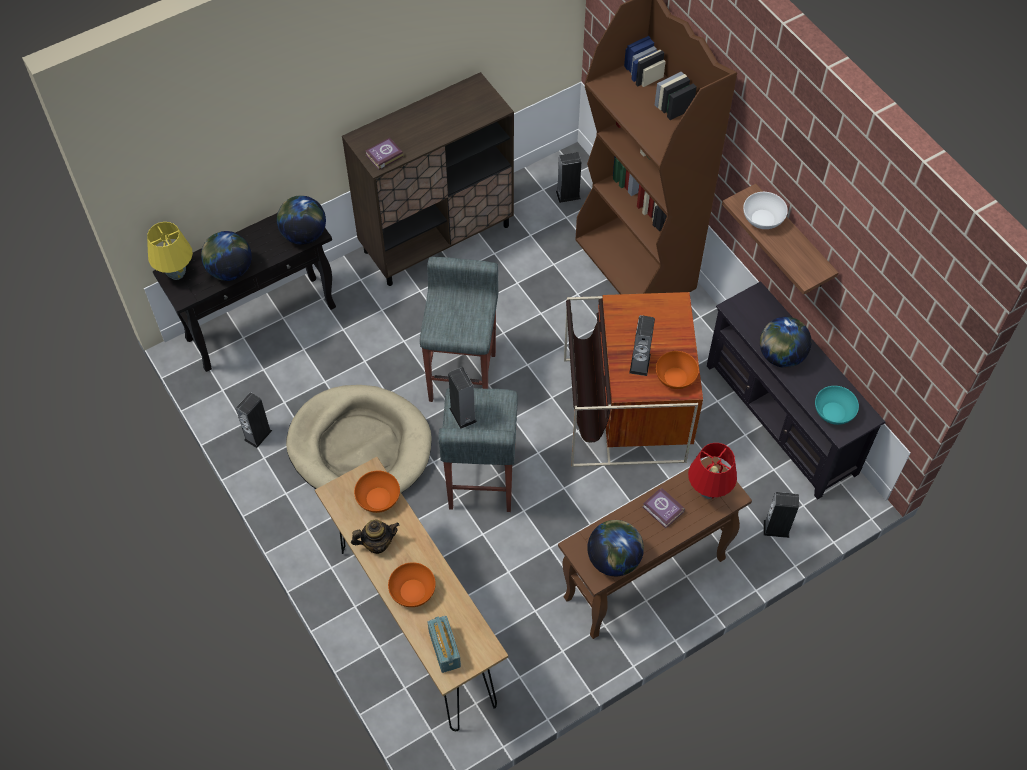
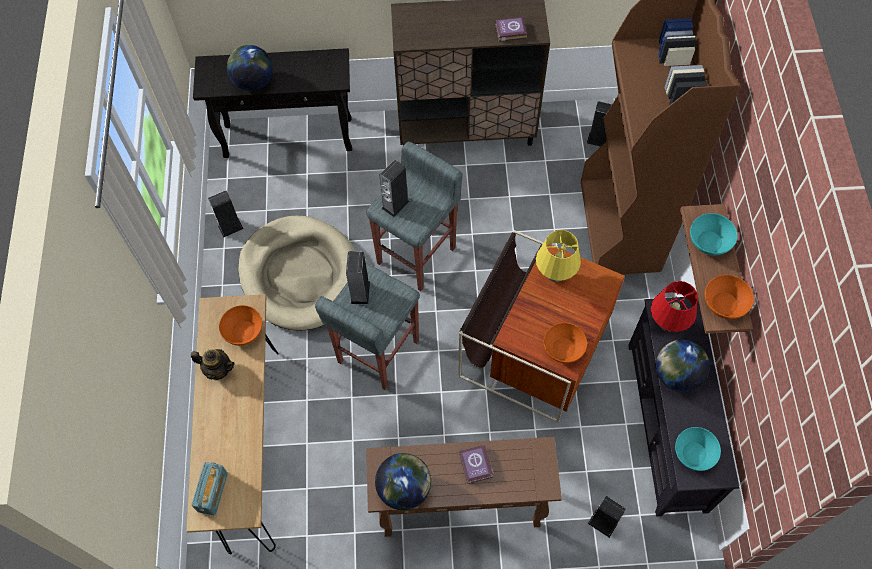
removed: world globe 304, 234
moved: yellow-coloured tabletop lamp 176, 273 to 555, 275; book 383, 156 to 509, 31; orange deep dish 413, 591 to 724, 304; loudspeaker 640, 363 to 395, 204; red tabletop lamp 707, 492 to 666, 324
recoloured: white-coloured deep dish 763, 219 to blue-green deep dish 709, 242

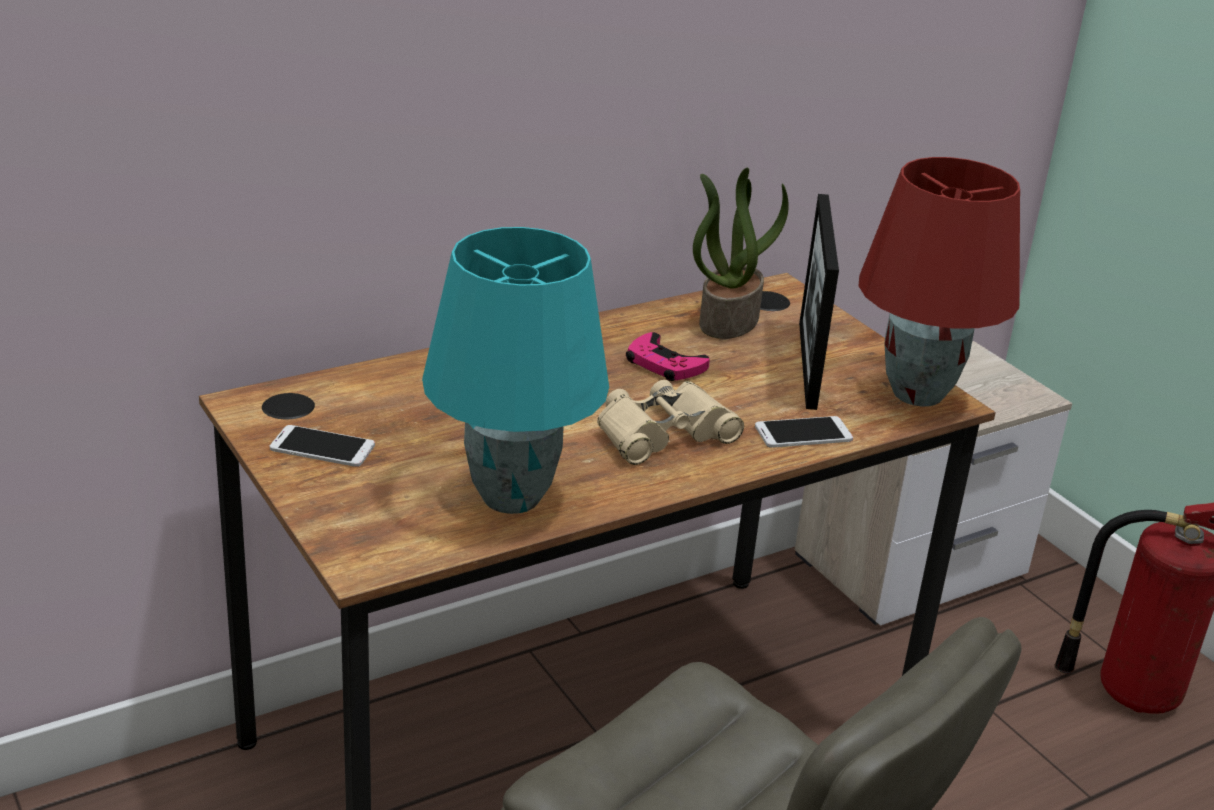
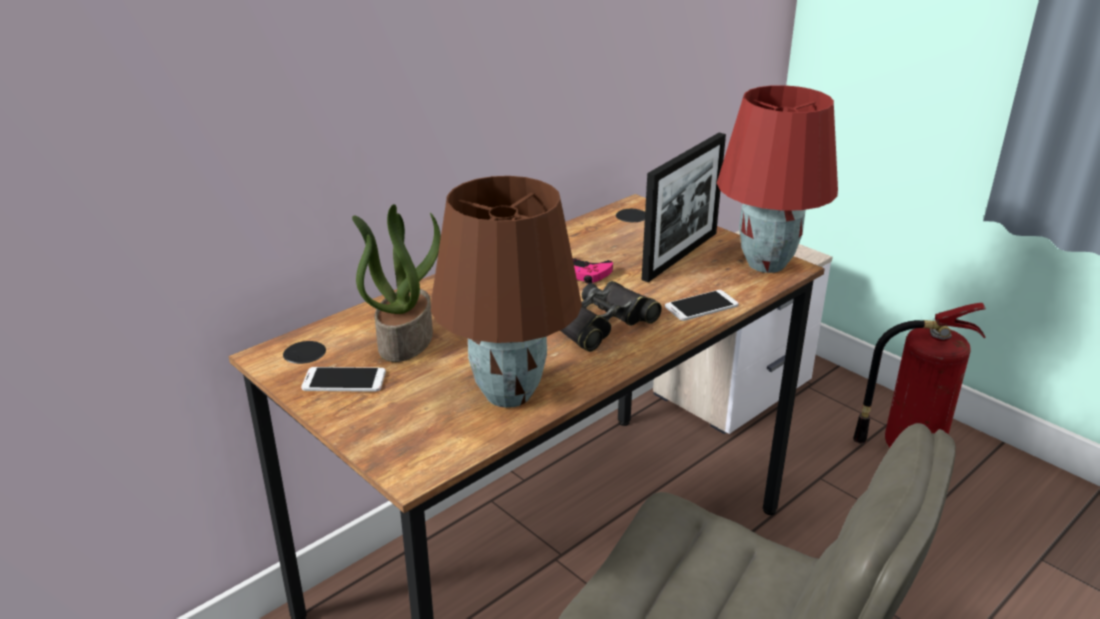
moved: plant in a pot 728, 319 to 404, 340
recoloured: blue-green tabletop lamp 509, 498 to brown-coloured tabletop lamp 507, 395; beige-coloured pair of binoculars 663, 433 to black-coloured pair of binoculars 601, 324
turned: photo frame 807, 364 = 680, 255 135 degrees counterclockwise

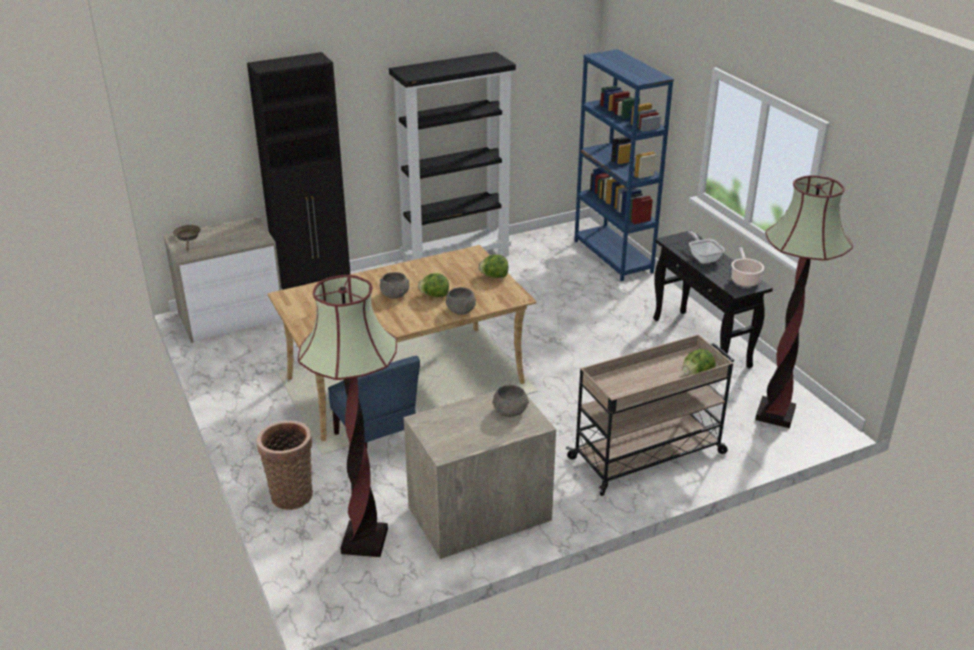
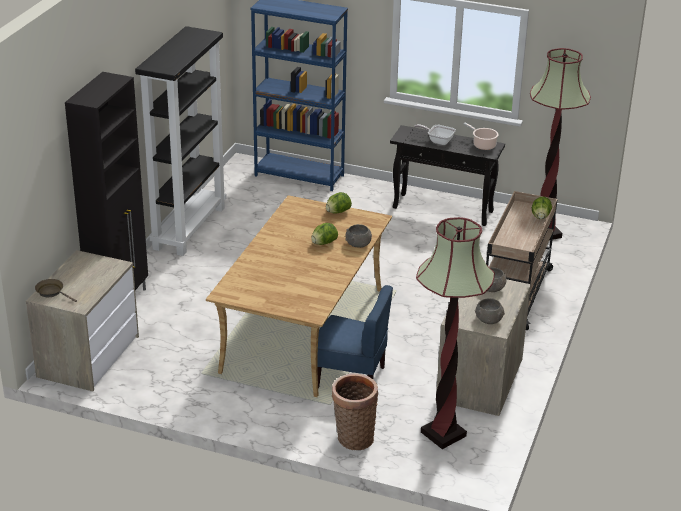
moved: gray deep dish 395, 294 to 488, 319

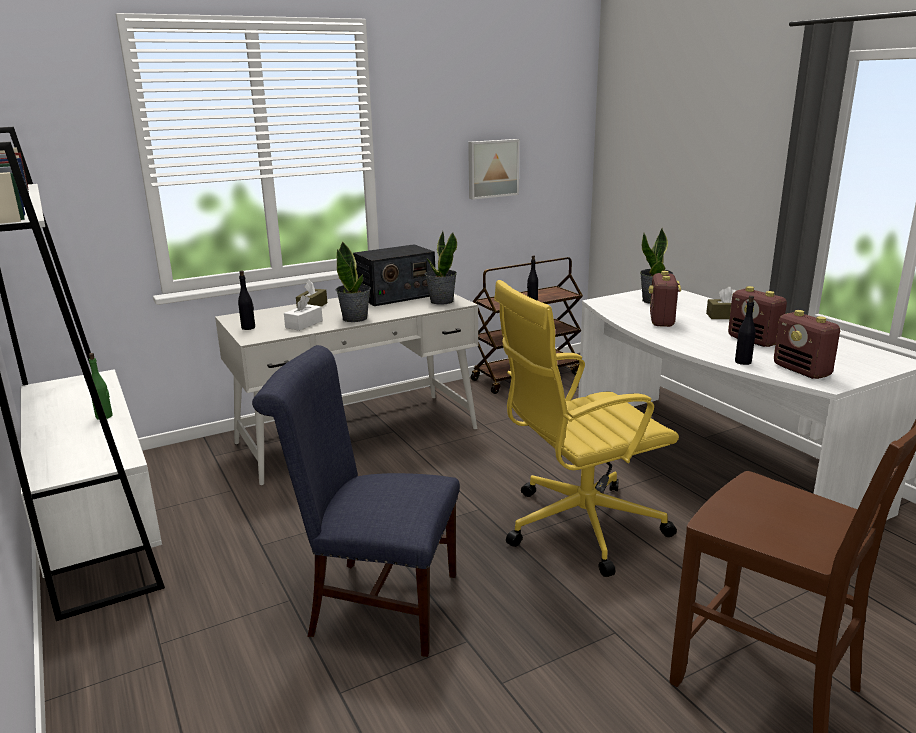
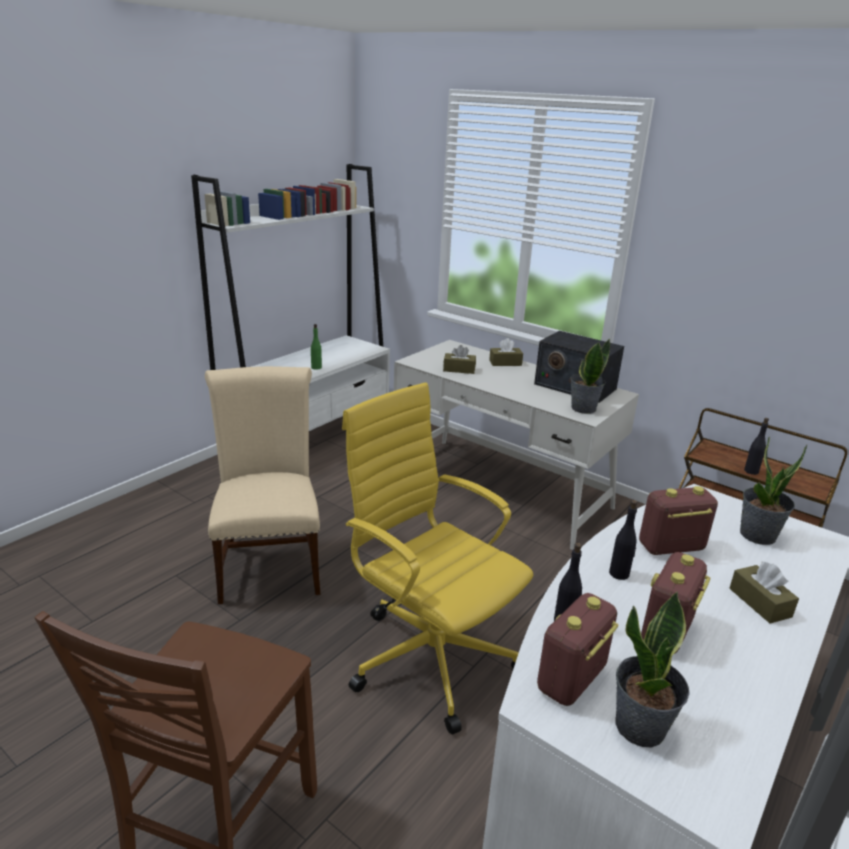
removed: wall picture 492, 168
moved: black-coloured beverage bottle 248, 328 to 619, 574; plant in a pot 355, 318 to 641, 727
recoloured: blue plain chair 375, 603 to beige-coloured plain chair 269, 564; white-coloured tissue holder 304, 324 to brown-coloured tissue holder 459, 369

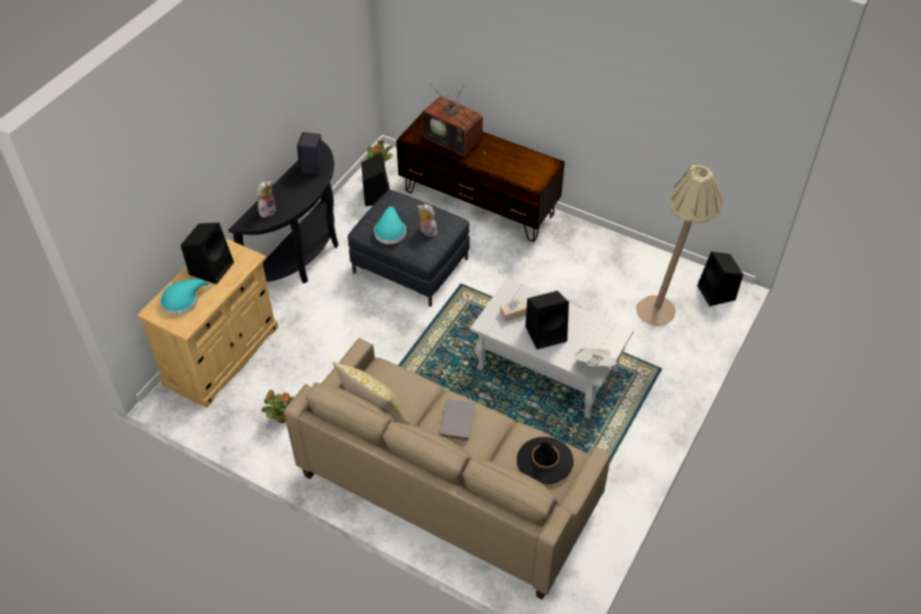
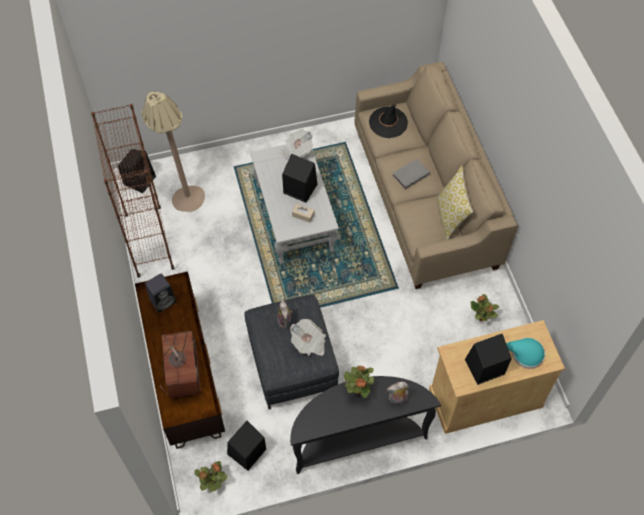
added: brown-coloured bookshelf 149, 242; plant in a pot 358, 388
moved: black-coloured loudspeaker 312, 168 to 163, 300
replaced: blue-green clothing hat 390, 231 to printed paper 309, 343

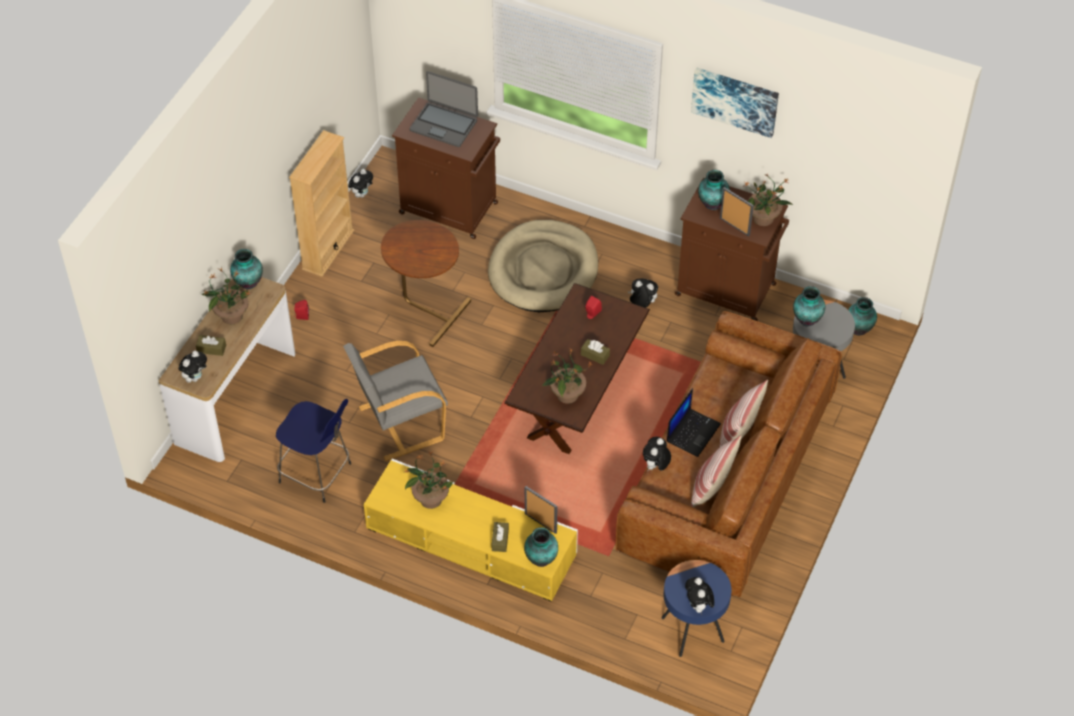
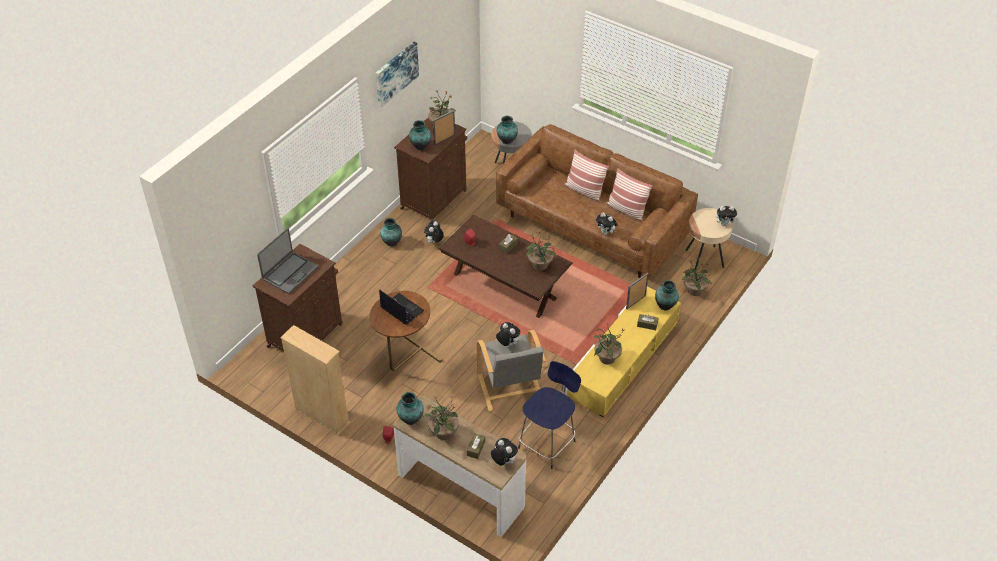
removed: beige-coloured pet bed 543, 270
added: plant in a pot 694, 291
moved: cuddly toy 362, 194 to 507, 344; portable computer 693, 432 to 401, 309; flower vase 859, 328 to 391, 242
recoloured: blue accent table 692, 630 to beige-coloured accent table 704, 259

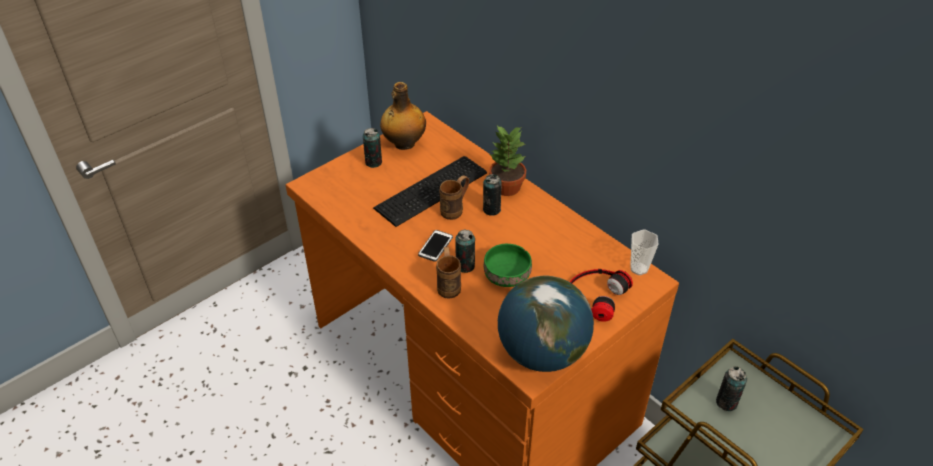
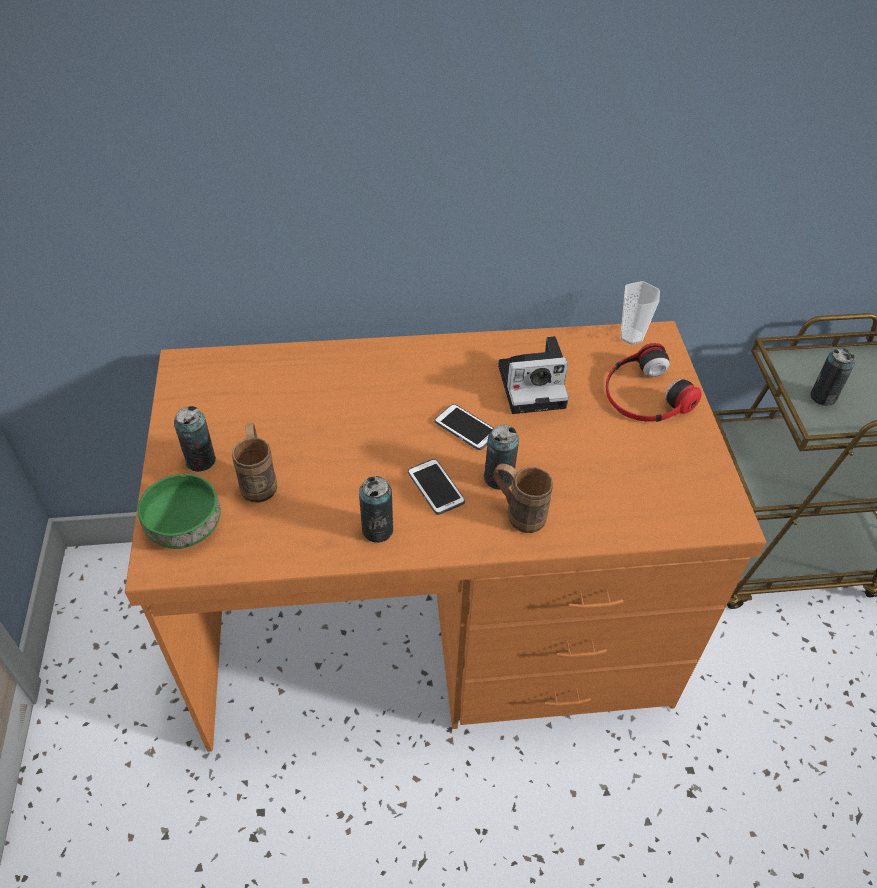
removed: PC keyboard 433, 191; beverage bottle 404, 144; plant in a pot 506, 187; world globe 542, 353
added: telephone 466, 428; still camera 534, 385
moved: brown-coloured coffee mug 455, 209 to 259, 480; can 491, 209 to 377, 530; green deep dish 505, 275 to 183, 526

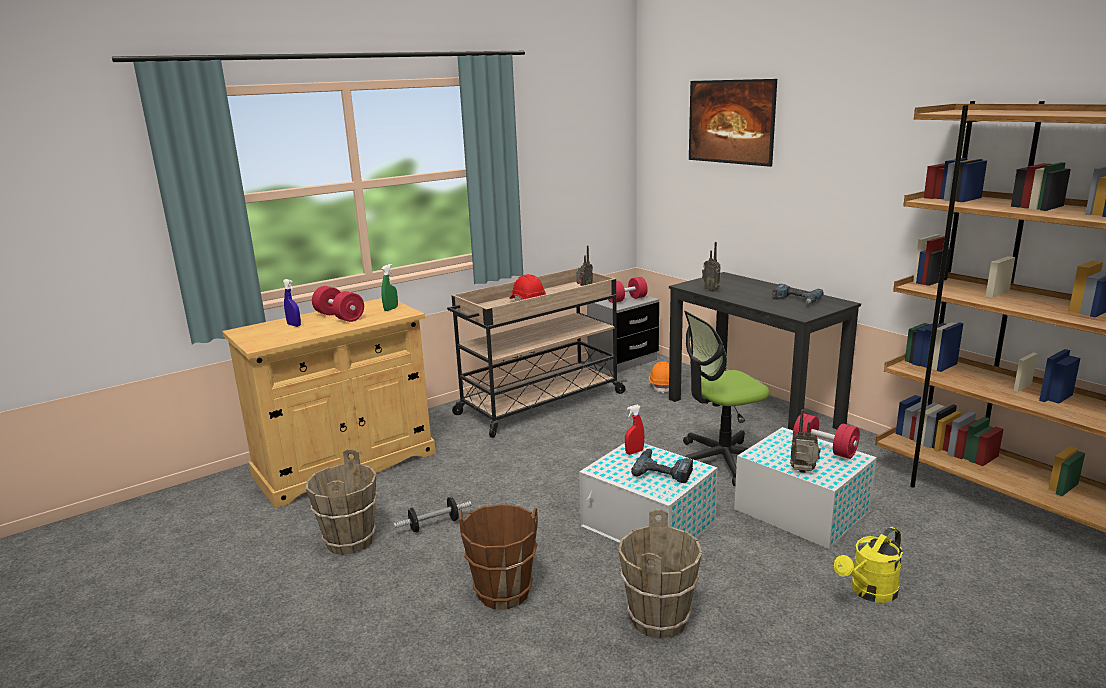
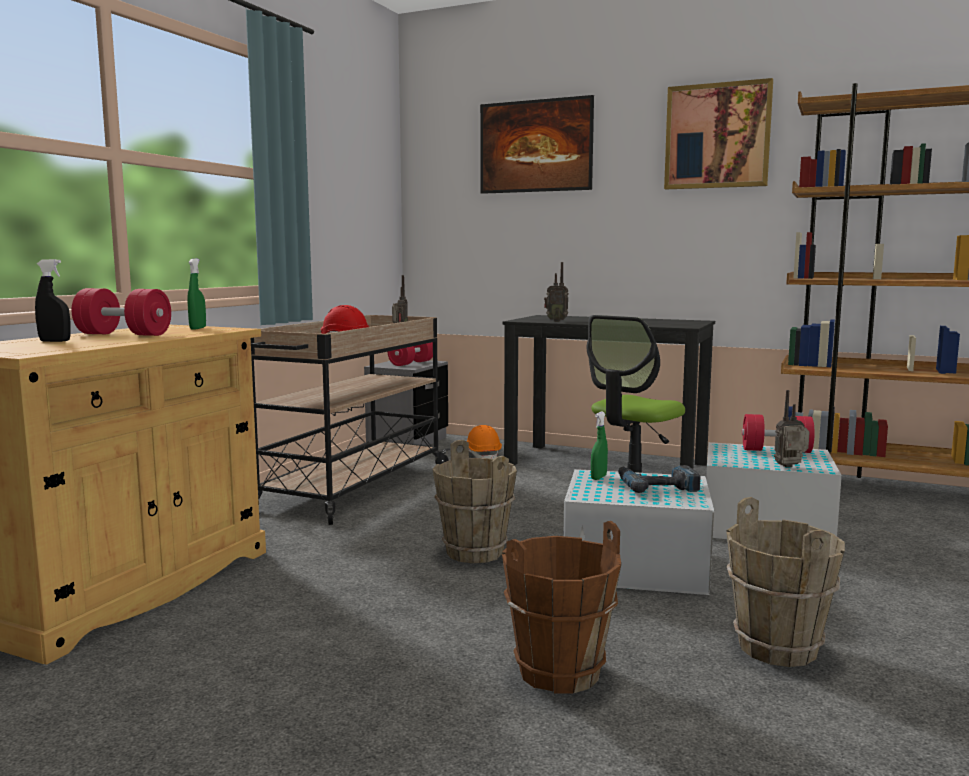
removed: free weight 434, 525; power drill 796, 300; yellow-coloured watering pot 869, 592
added: wall picture 717, 136
moved: brown-coloured bucket 349, 541 to 474, 552
recoloured: blue sprayer 294, 325 to black-coloured sprayer 55, 341; red sprayer 634, 452 to green sprayer 598, 477

